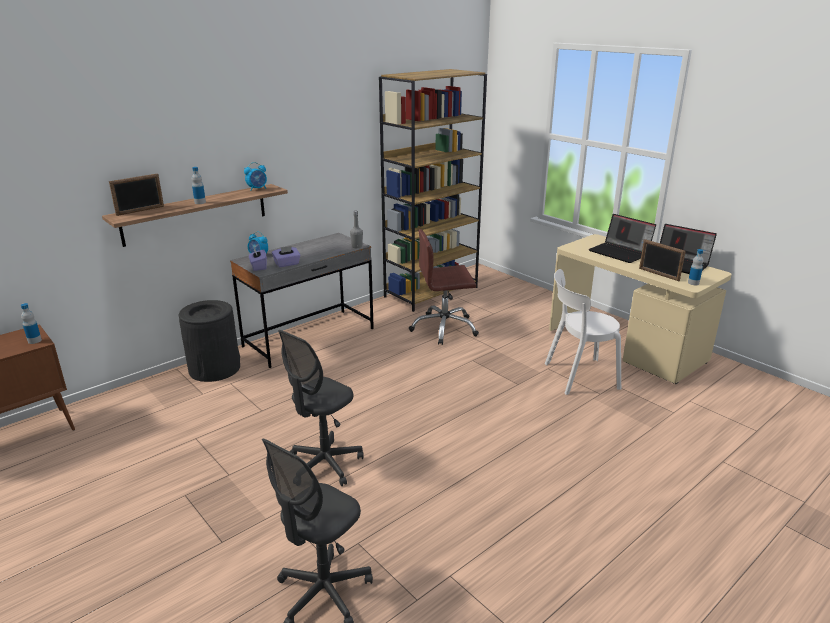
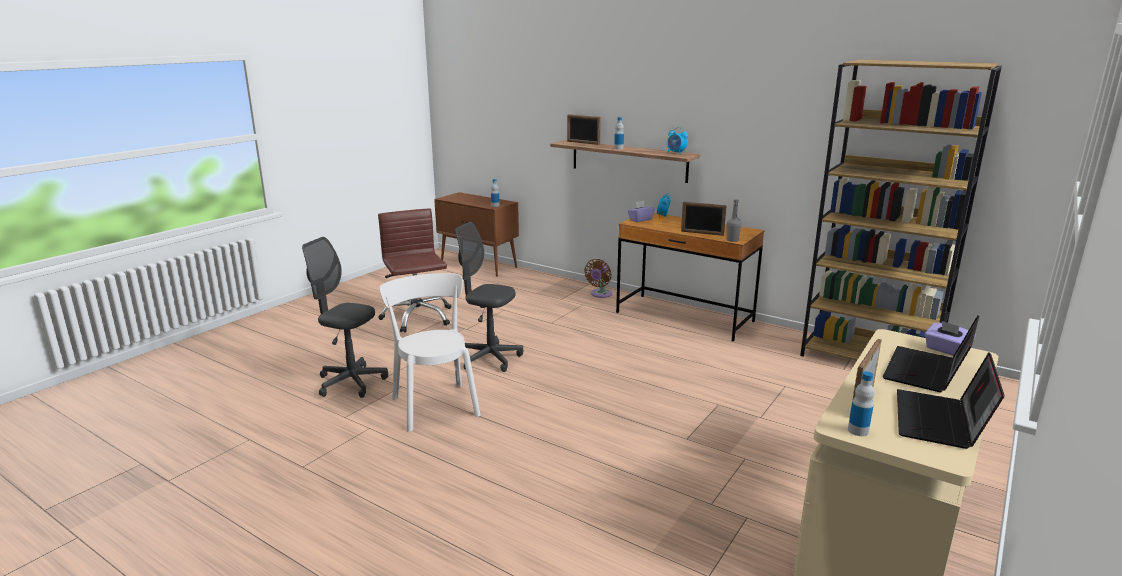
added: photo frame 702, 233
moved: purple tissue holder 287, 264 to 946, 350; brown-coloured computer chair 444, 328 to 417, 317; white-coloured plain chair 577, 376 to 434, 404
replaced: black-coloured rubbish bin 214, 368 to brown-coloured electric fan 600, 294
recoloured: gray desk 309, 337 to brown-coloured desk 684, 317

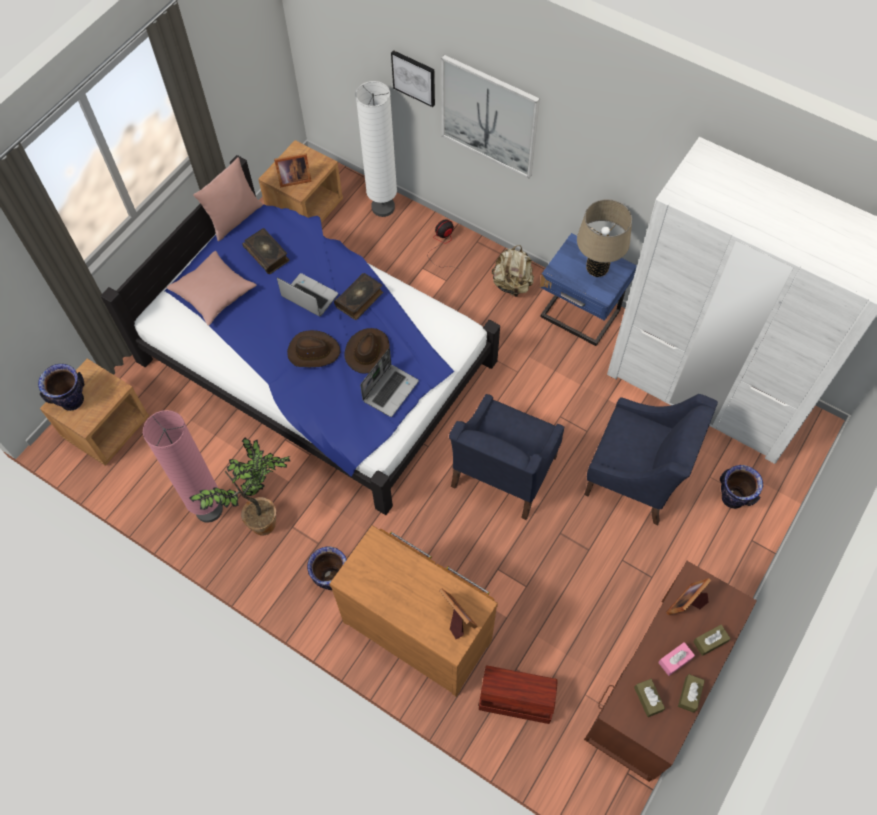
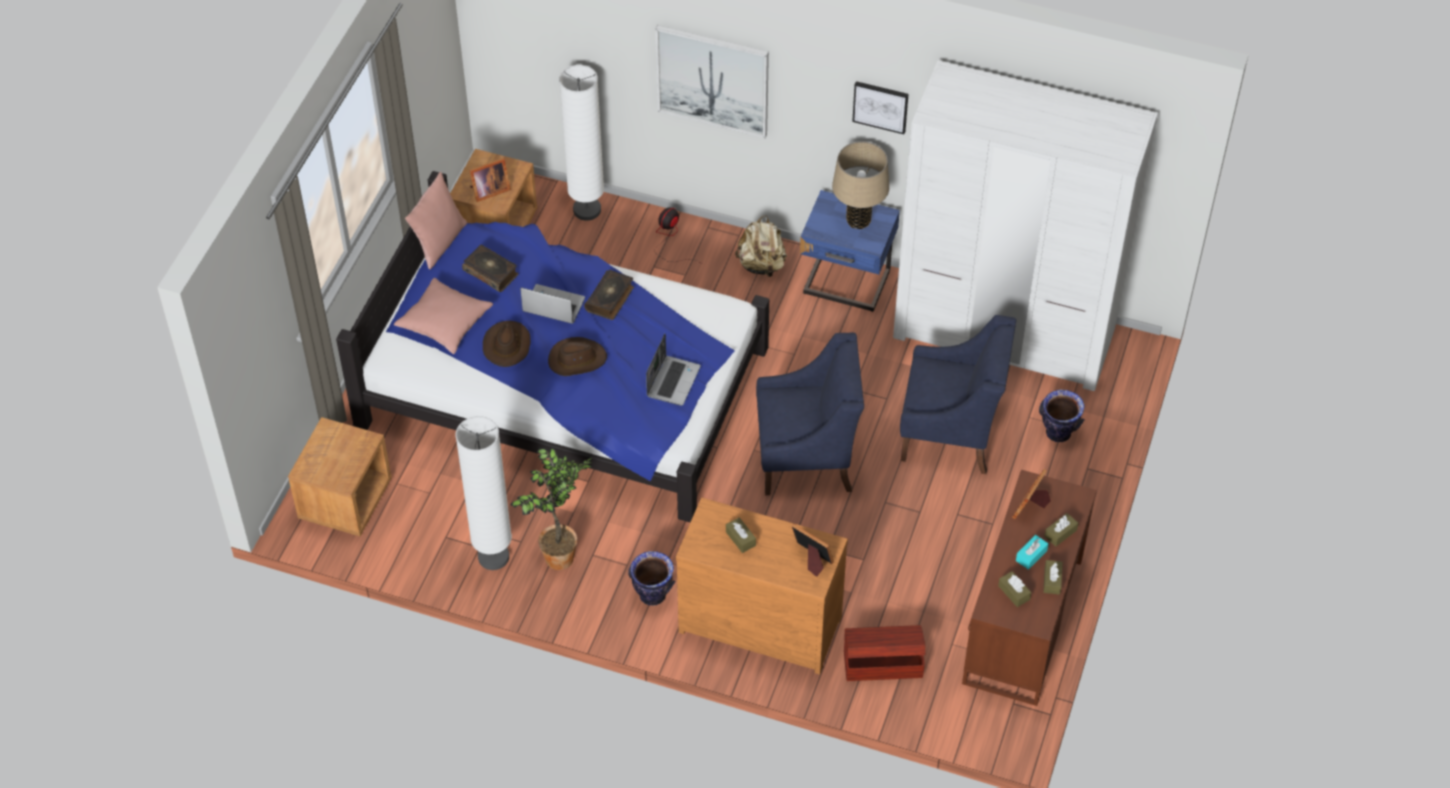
removed: flower vase 72, 400
added: brown-coloured tissue holder 740, 539
moved: brown-coloured clothing hat 367, 351 to 507, 345; wall picture 414, 77 to 880, 106
recoloured: pink-coloured standard lamp 209, 509 to white-coloured standard lamp 493, 557; pink-coloured tissue holder 675, 660 to blue-green tissue holder 1031, 556
turned: blue easy chair 503, 472 = 807, 456 105 degrees counterclockwise

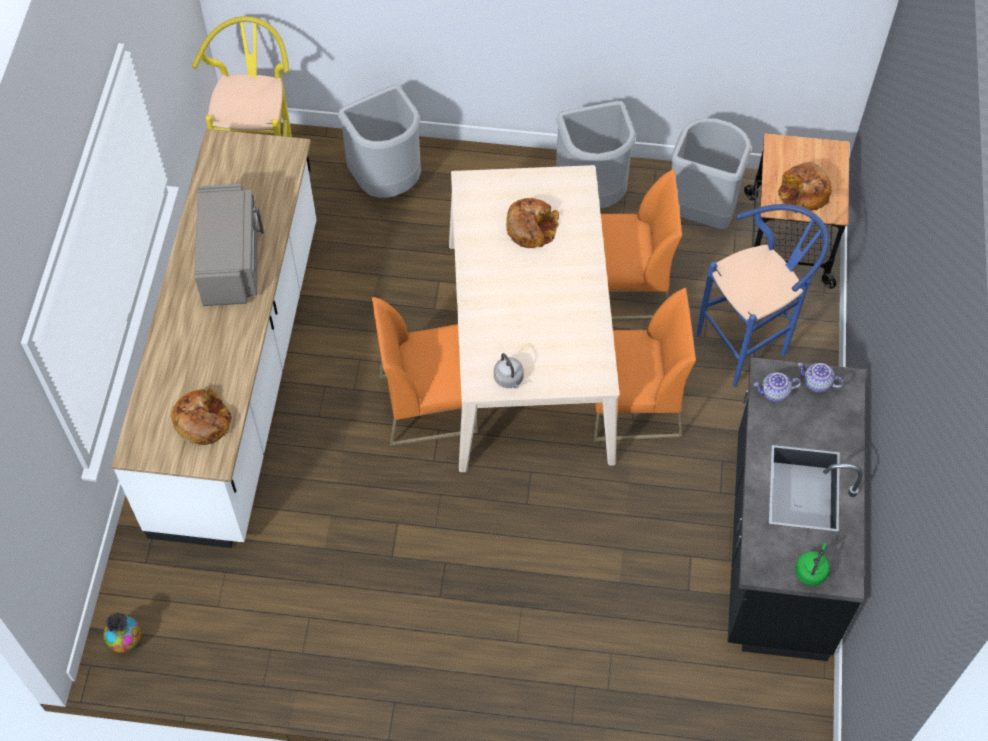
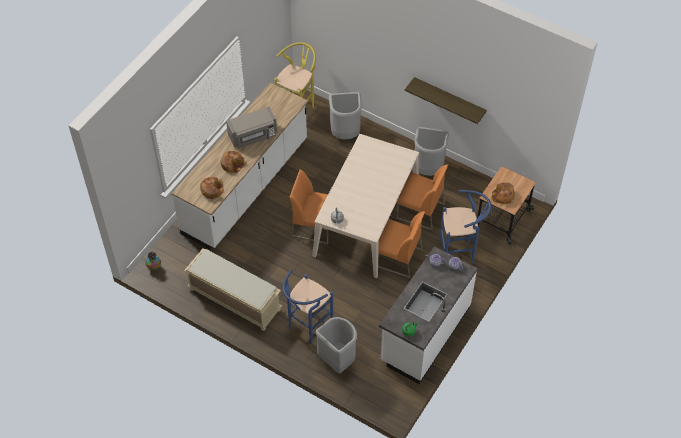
added: beige-coloured bench 234, 299; blue stool seat 307, 328; shelf 449, 99
moved: baked bread 531, 228 to 233, 164; gray rubbish bin 700, 213 to 337, 360
recoloured: black-coloured counter 777, 546 to white-coloured counter 424, 334
turned: gray kitchen microwave 231, 261 = 253, 136 45 degrees clockwise

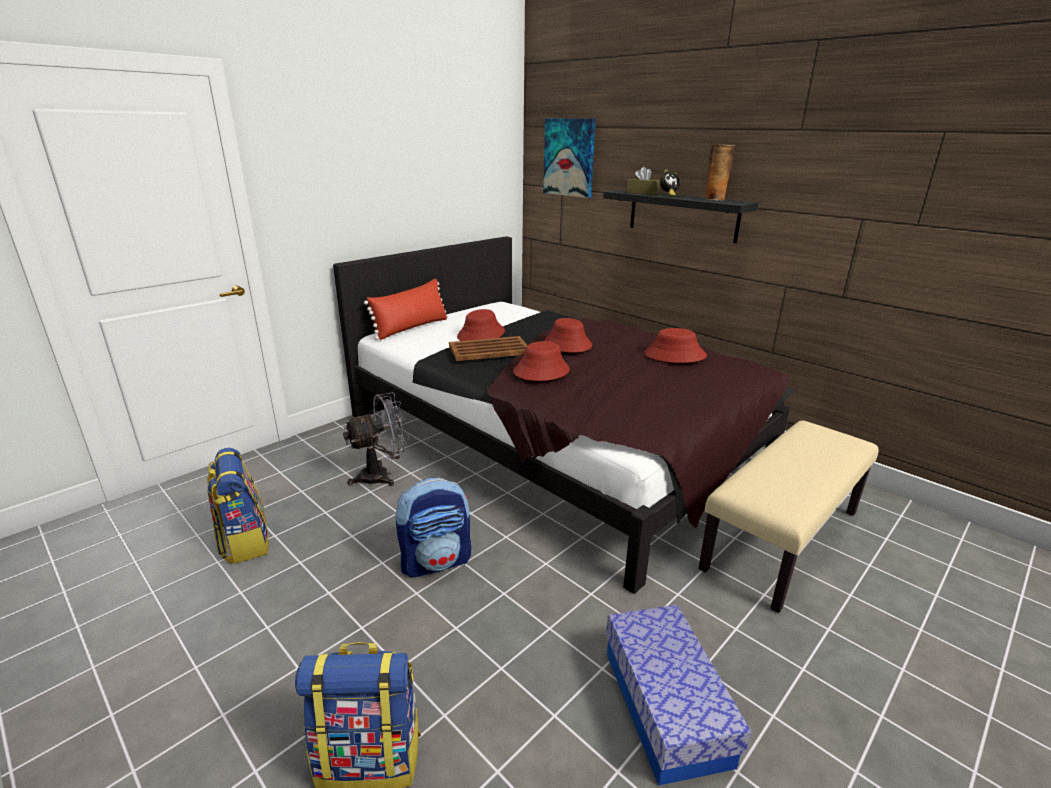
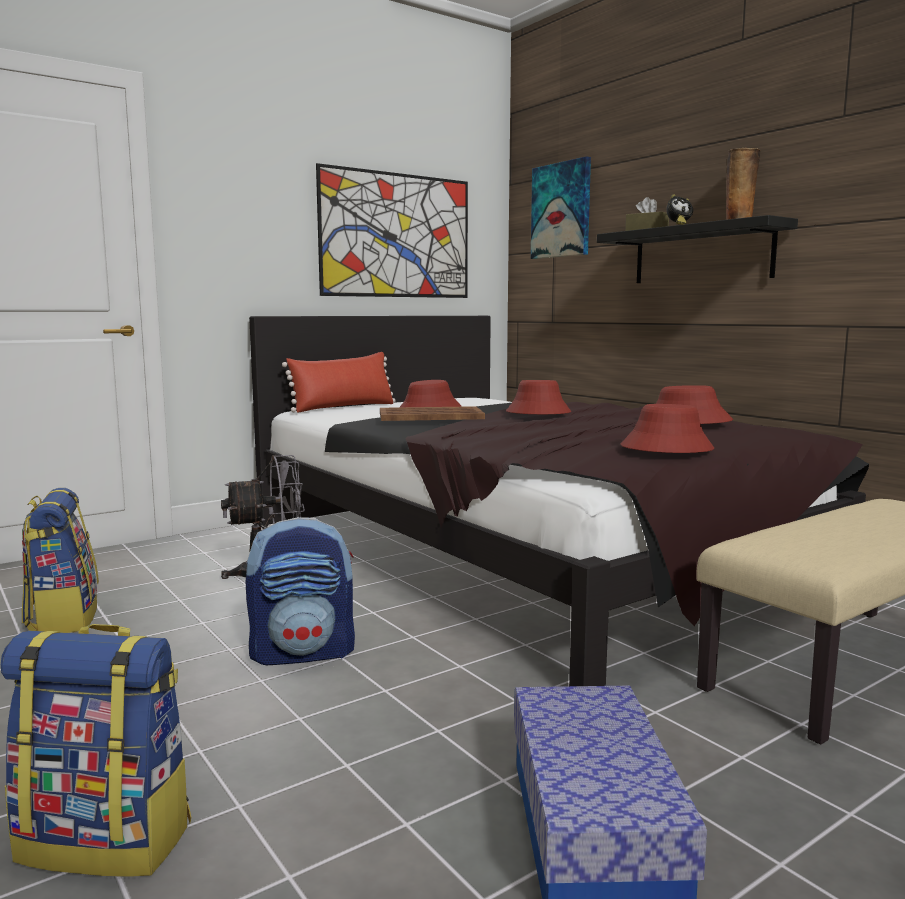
added: wall picture 396, 236
moved: red clothing hat 541, 371 to 666, 448

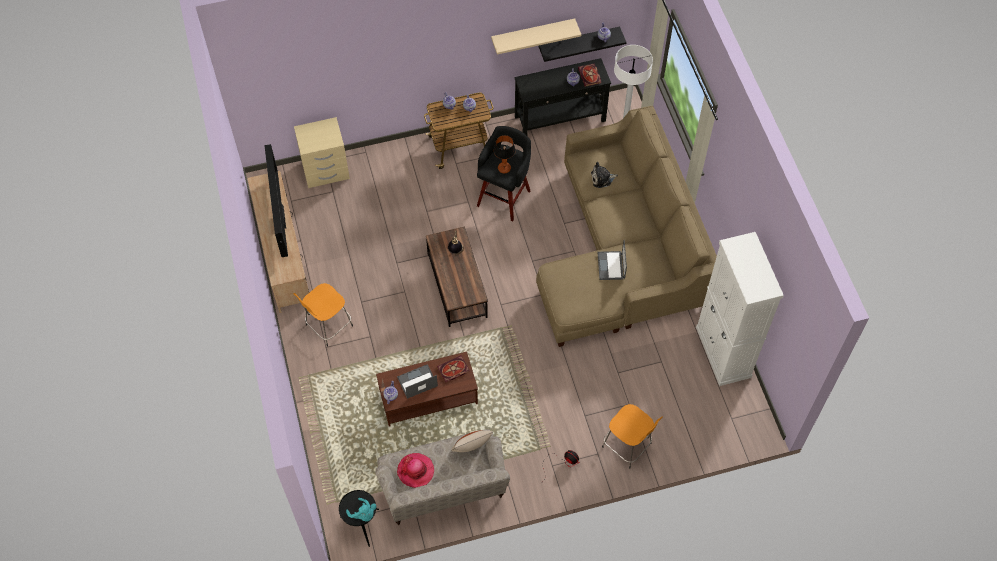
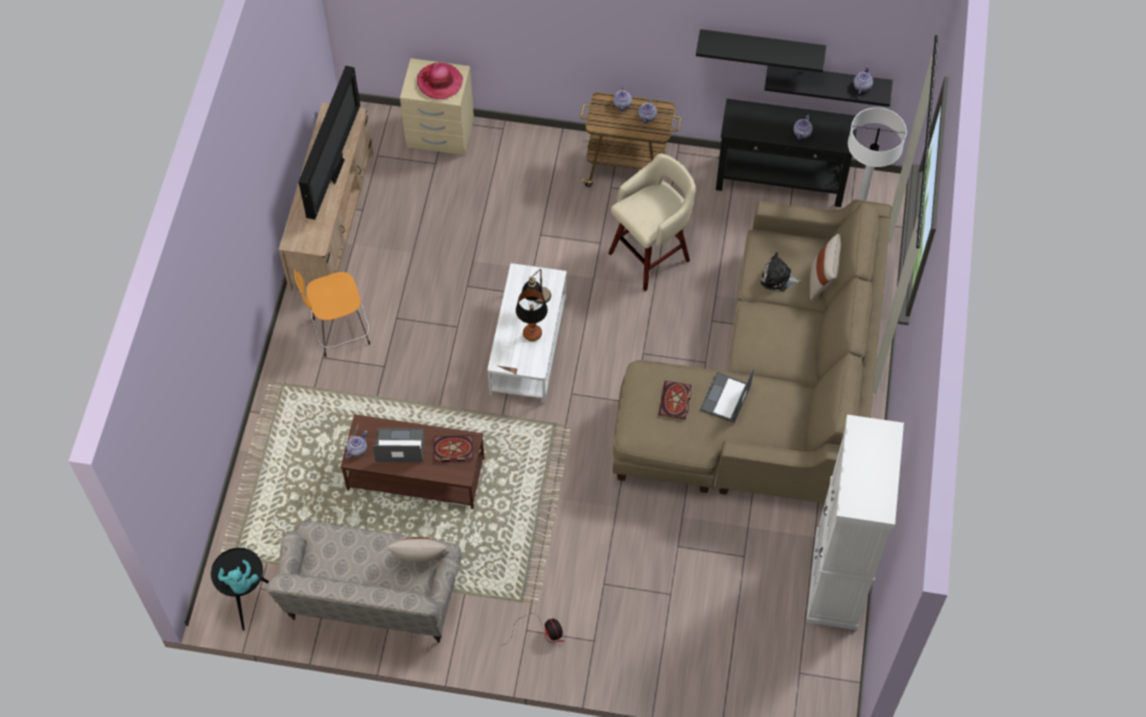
removed: orange stool seat 628, 446
added: beige-coloured pillow 822, 281
moved: clothing hat 416, 471 to 439, 82; tabletop lamp 504, 168 to 532, 333; book 590, 76 to 675, 402
recoloured: brown-coloured low table 457, 285 to white-coloured low table 528, 346; black-coloured stool seat 504, 197 to beige-coloured stool seat 651, 255; beige-coloured shelf 533, 34 to black-coloured shelf 761, 47

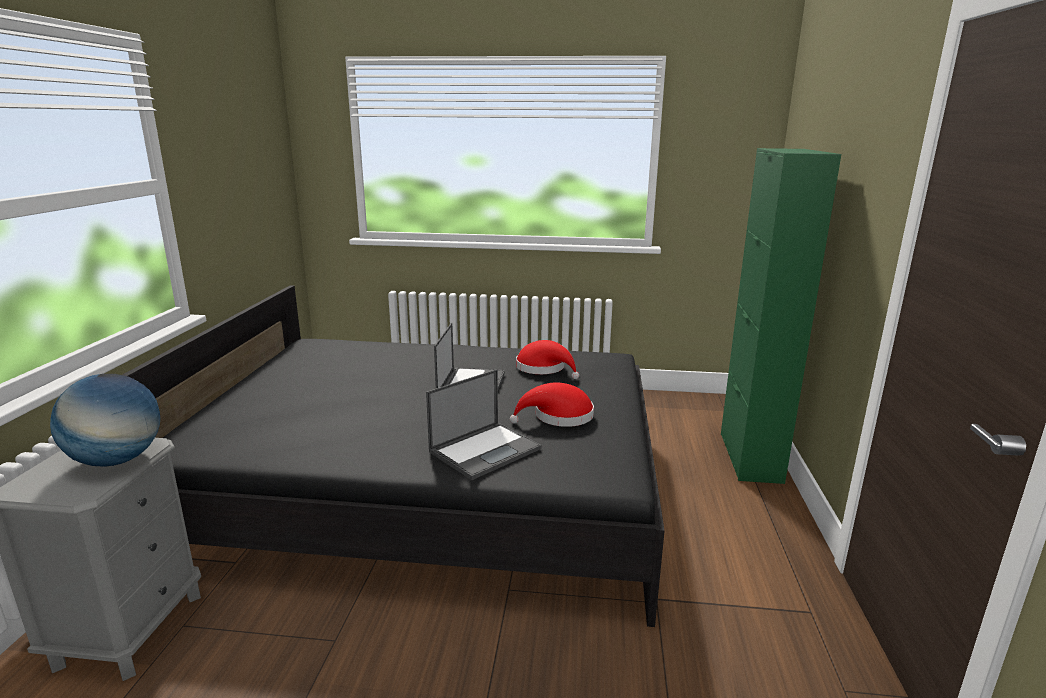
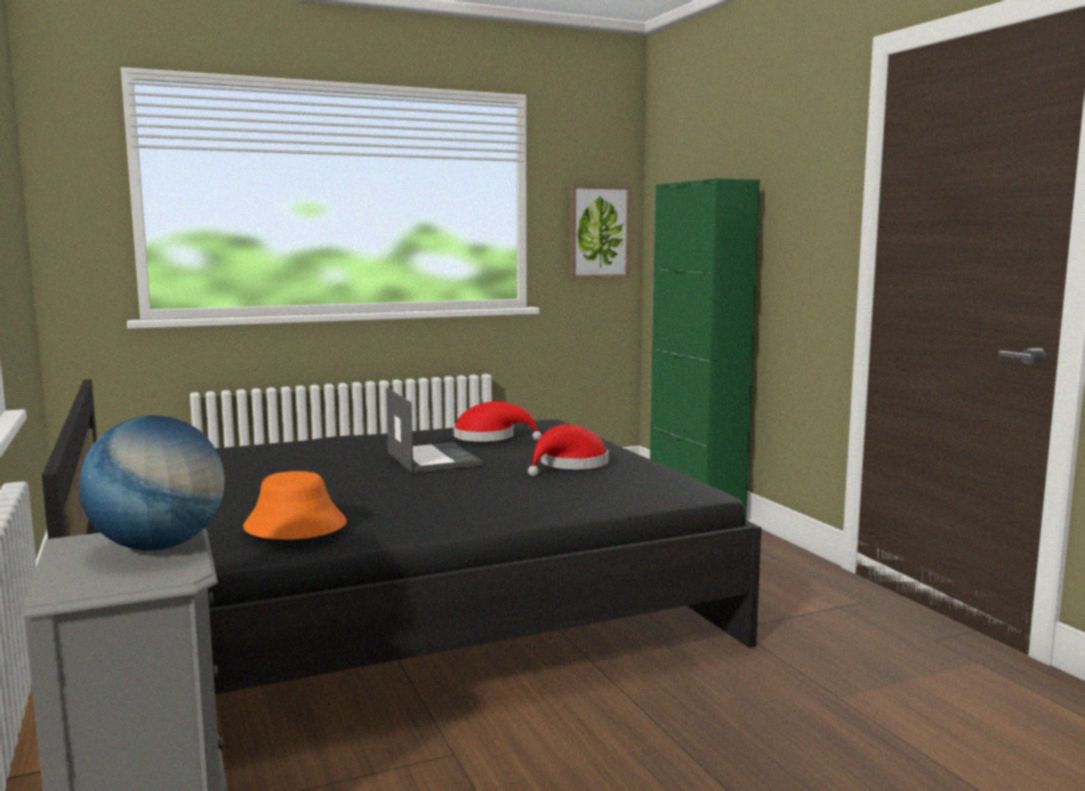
removed: portable computer 486, 450
added: orange clothing hat 294, 526; wall picture 599, 232

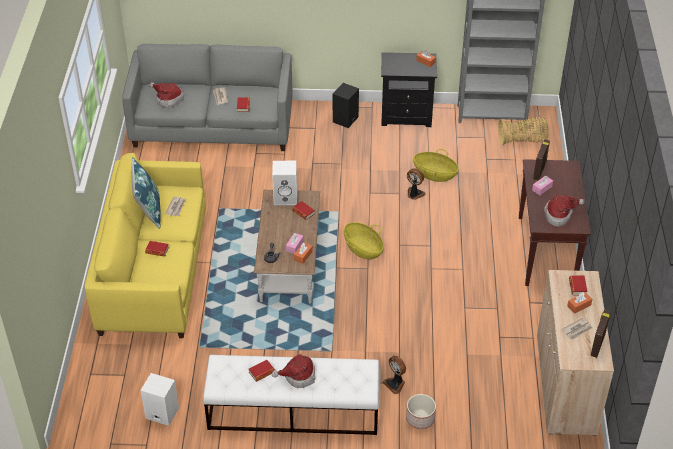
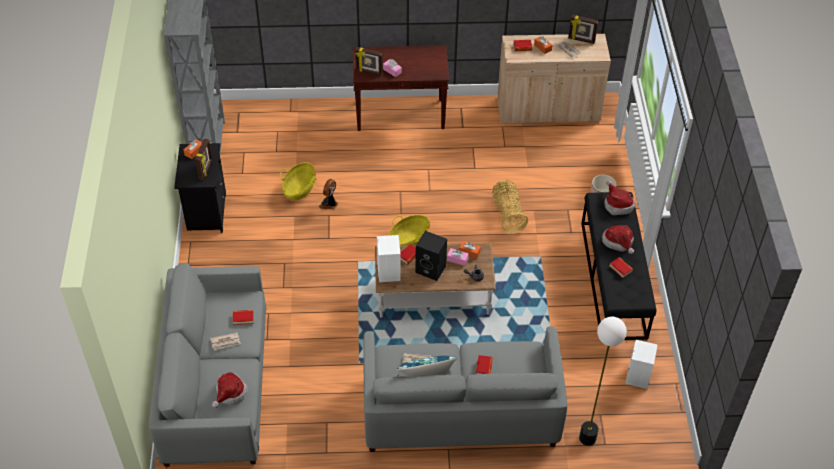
removed: electric fan 395, 384
added: photo frame 206, 169; standard lamp 587, 438
moved: black-coloured loudspeaker 345, 120 to 431, 269; storage basket 522, 140 to 508, 213; clothing hat 559, 215 to 617, 204
recoloured: yellow-coloured couch 153, 272 to gray couch 459, 411; white-coloured bench 293, 411 to black-coloured bench 613, 279

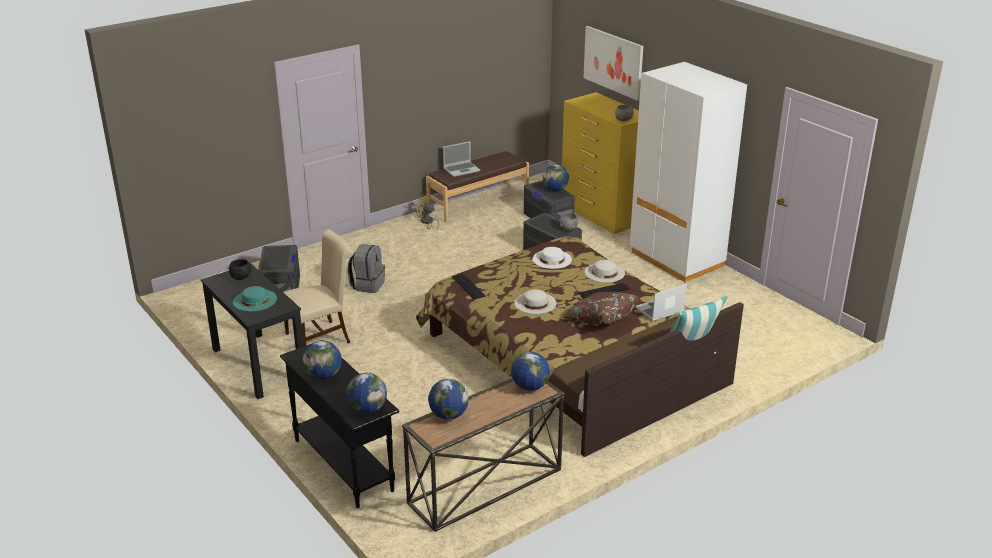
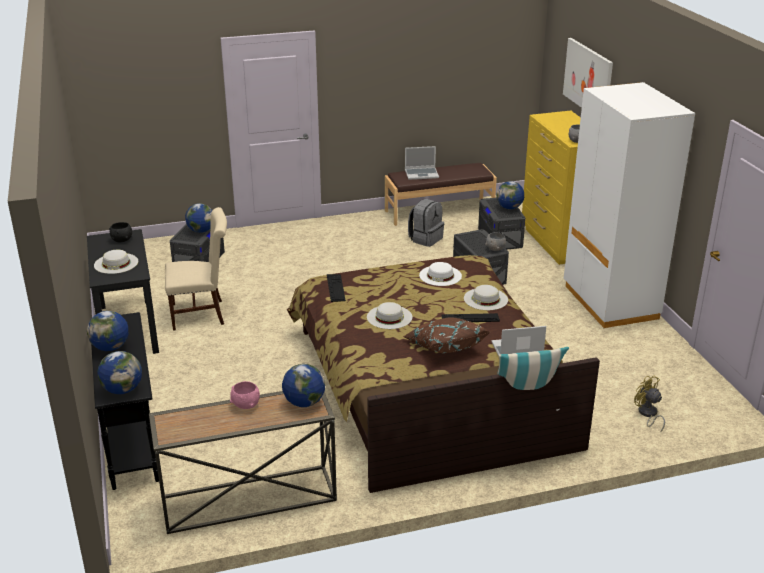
added: pink-coloured deep dish 245, 404
moved: gray knapsack 367, 285 to 425, 239; yellow-coloured electric fan 427, 222 to 647, 414; world globe 448, 415 to 201, 231
recoloured: blue-green clothing hat 255, 300 to white-coloured clothing hat 116, 263

